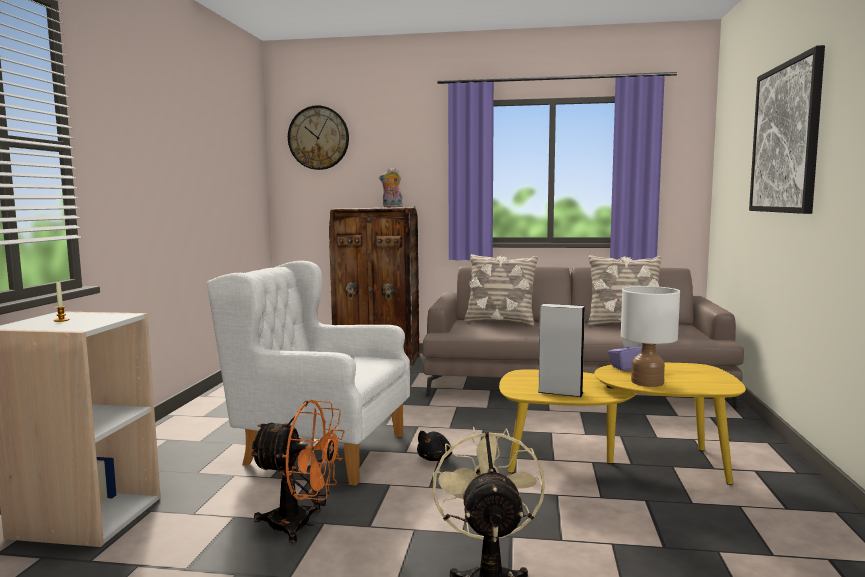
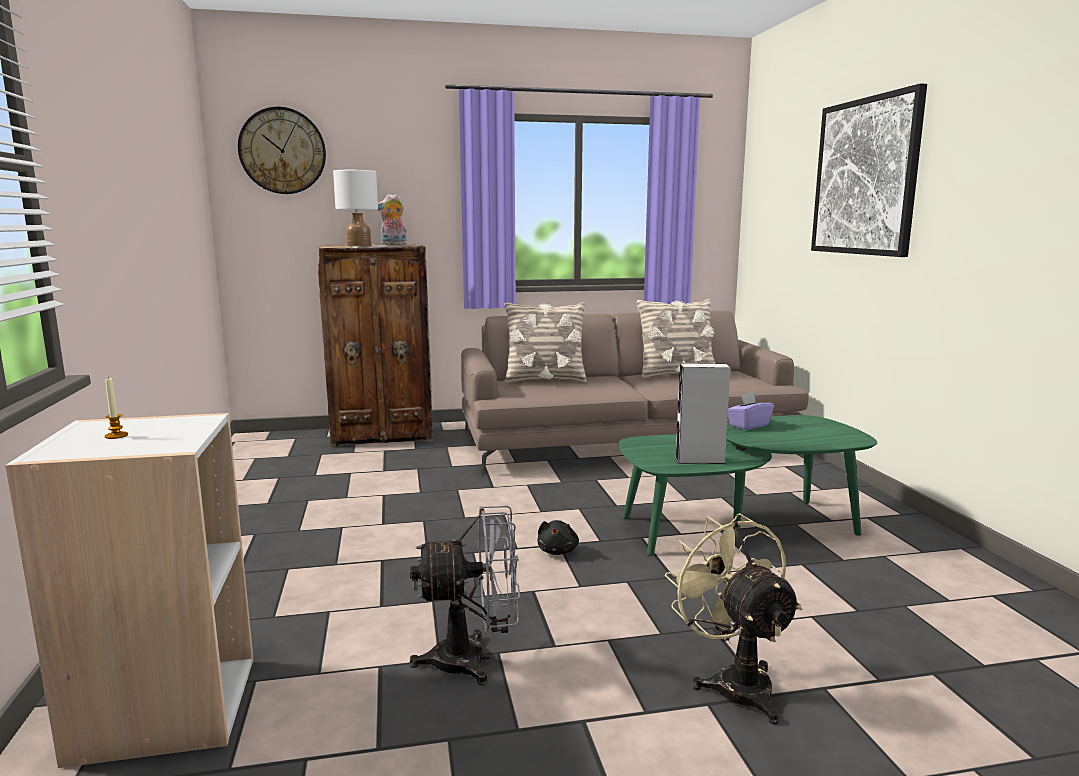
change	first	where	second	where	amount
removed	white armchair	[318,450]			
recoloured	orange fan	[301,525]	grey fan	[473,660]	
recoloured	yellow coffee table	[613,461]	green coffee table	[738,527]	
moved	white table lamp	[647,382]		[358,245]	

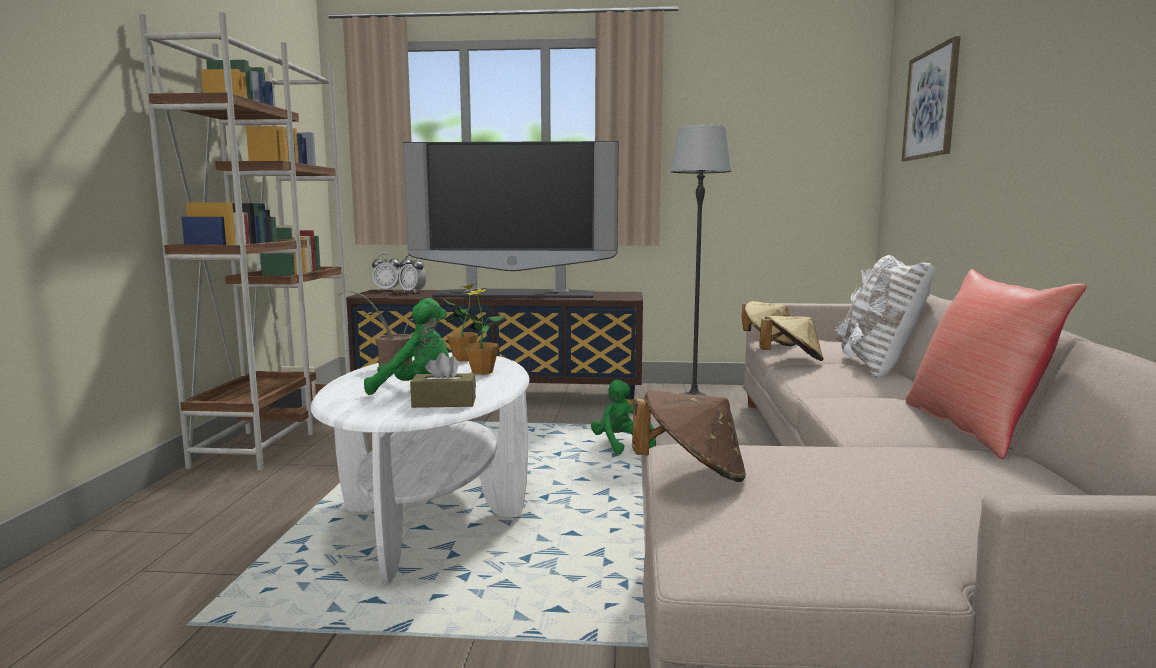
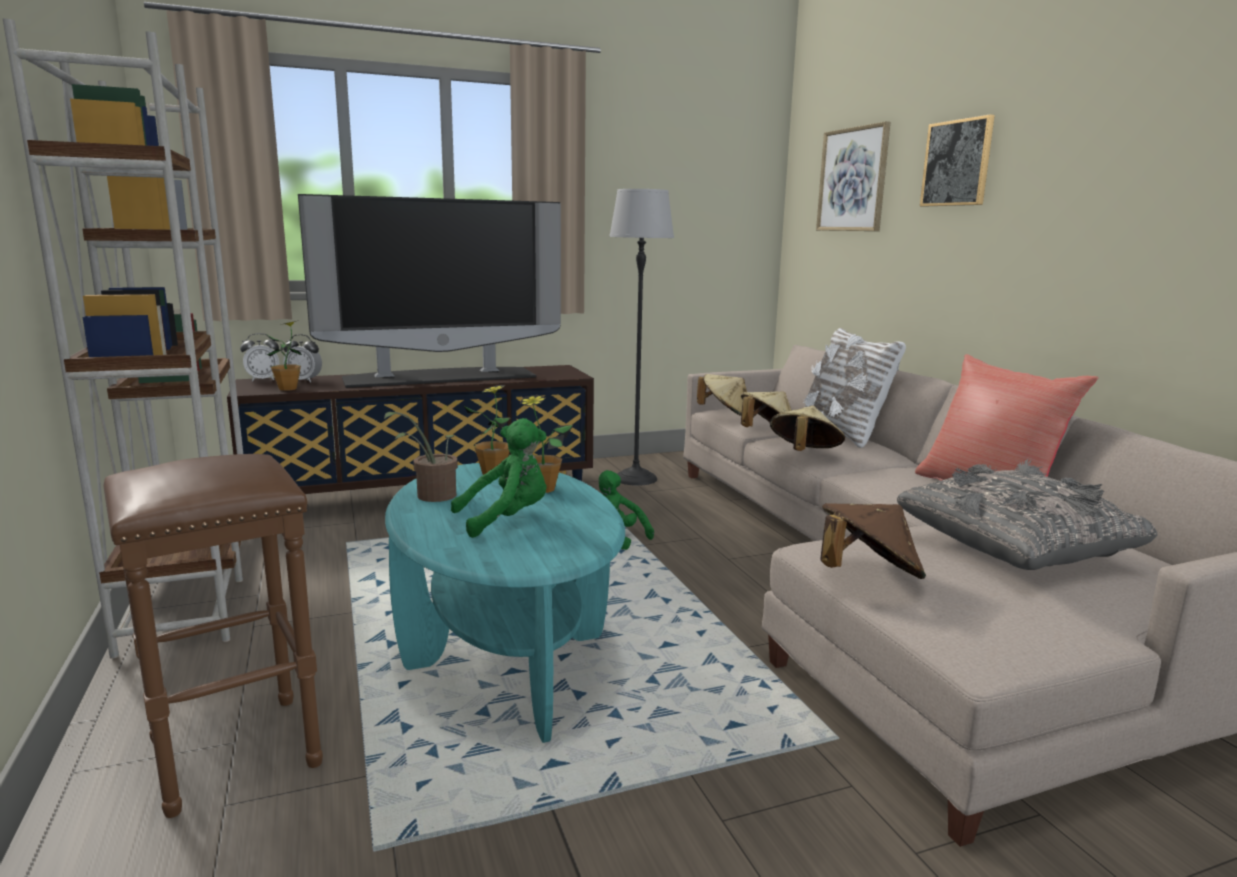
change	first	where	second	where	amount
recoloured	white coffee table	[433,513]	turquoise coffee table	[506,652]	
removed	brown tissue box	[444,402]			
added			brown stool	[231,751]	
added			potted plant	[287,388]	
added			beige hat	[804,454]	
added			grey pillow	[1014,550]	
added			picture	[957,163]	

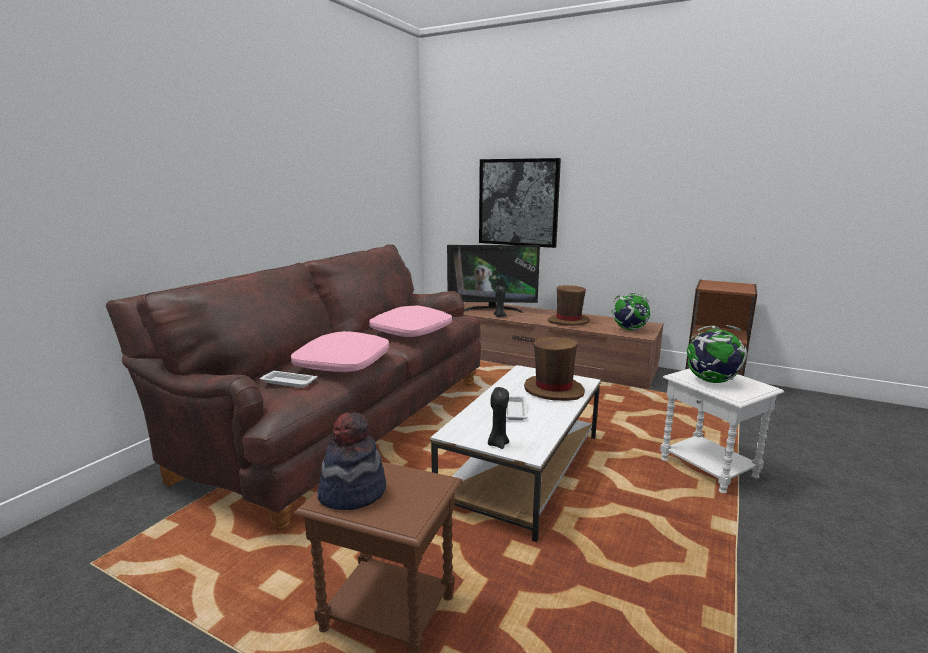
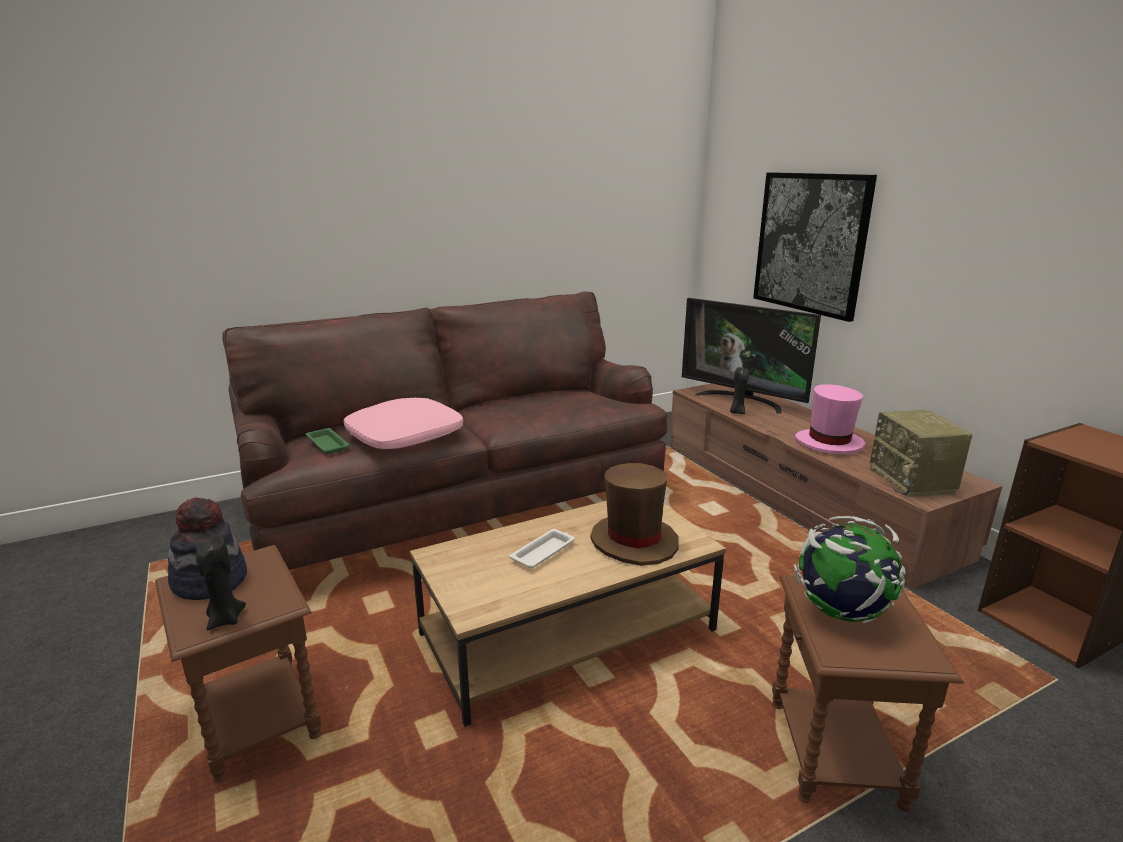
change	first	where	second	where	amount
recoloured	white tray	[288,382]	green tray	[327,444]	
removed	pink pillow	[411,331]			
recoloured	white coffee table	[522,469]	brown coffee table	[567,632]	
moved	black candle	[498,444]		[225,619]	
recoloured	brown hat	[568,321]	pink hat	[828,443]	
replaced	globe	[629,329]	radio	[913,481]	
recoloured	white side table	[709,467]	brown side table	[837,752]	

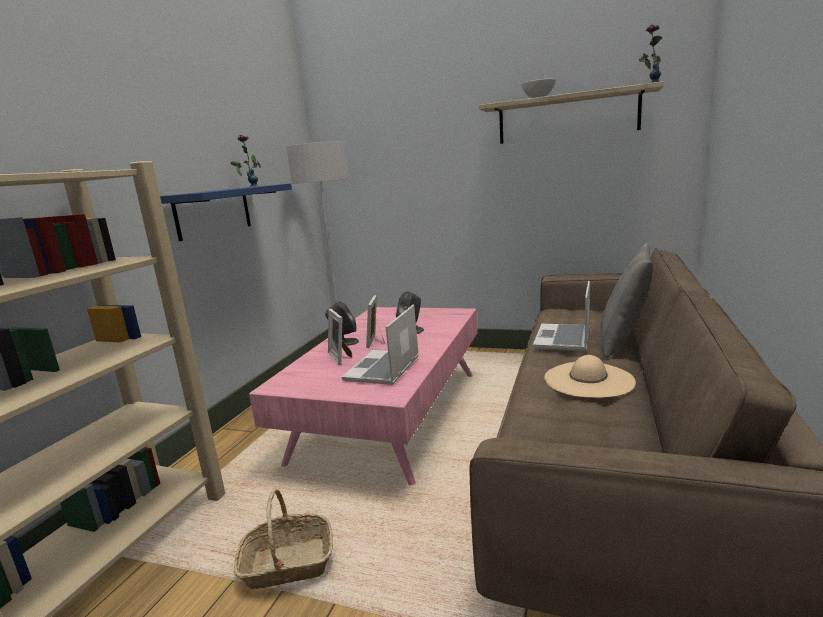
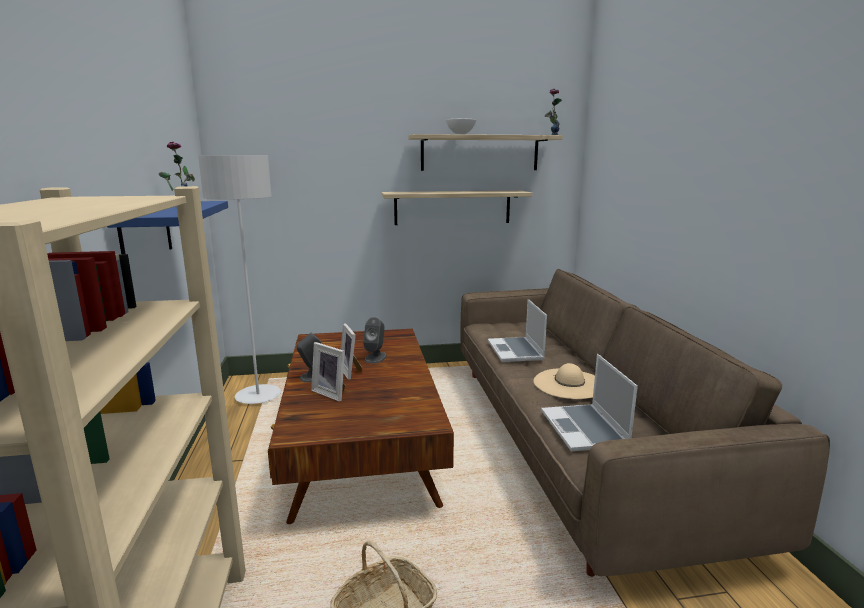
change	first	where	second	where	amount
recoloured	pink coffee table	[389,414]	brown coffee table	[360,445]	
moved	laptop	[383,369]		[585,429]	
removed	grey pillow	[623,341]			
added			shelf	[452,207]	

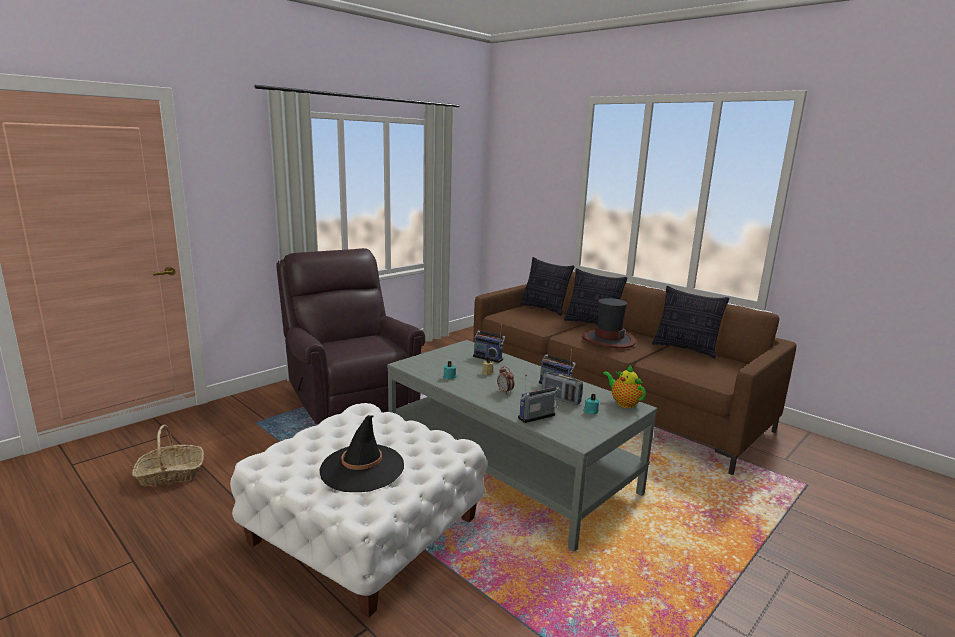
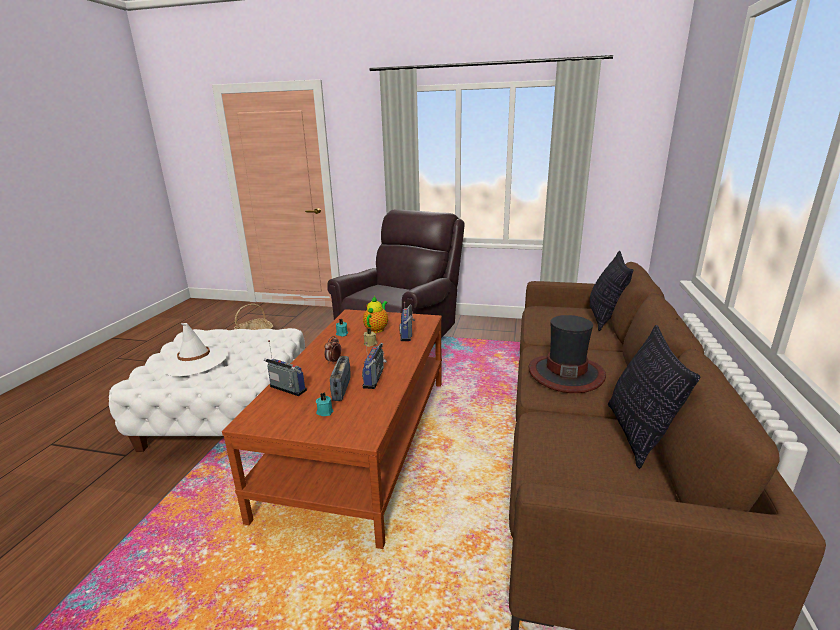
change	first	where	second	where	amount
recoloured	black hat	[362,468]	white hat	[195,361]	
recoloured	grey coffee table	[508,466]	brown coffee table	[362,441]	
removed	pillow	[592,324]			
moved	teapot	[623,403]		[377,329]	

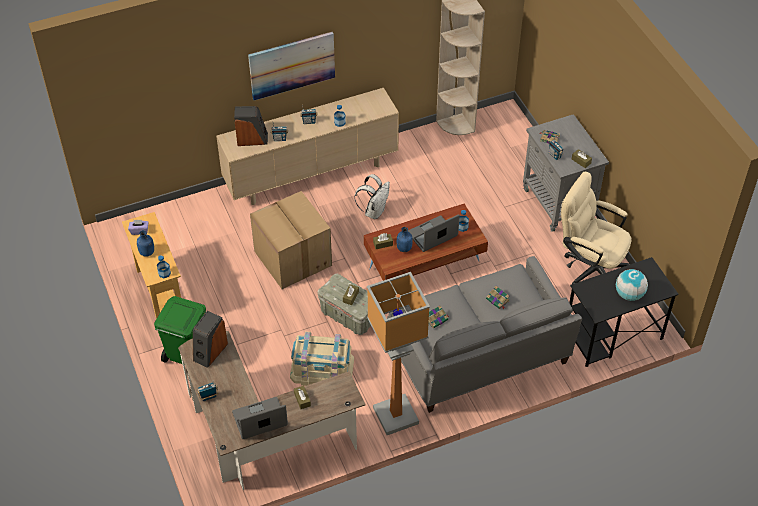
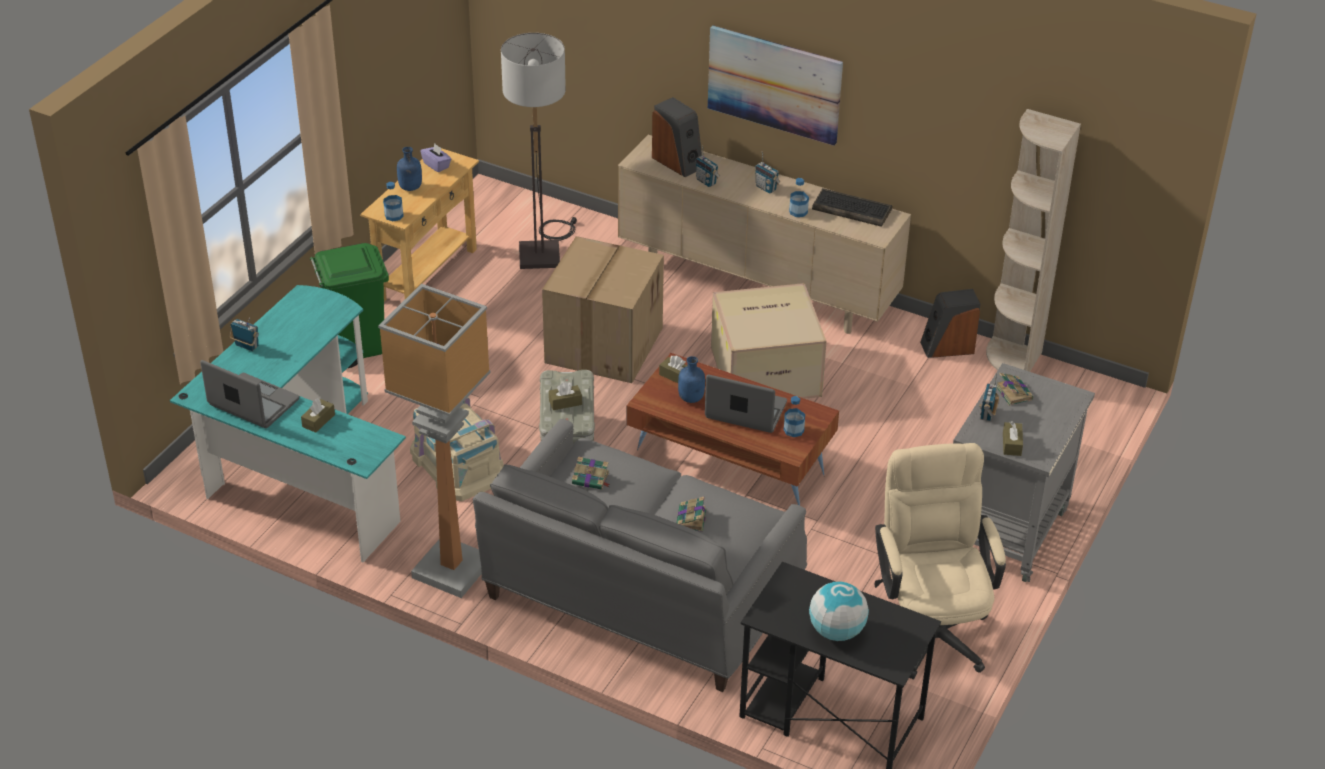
change	first	where	second	where	amount
recoloured	brown desk	[260,436]	turquoise desk	[300,468]	
moved	speaker	[210,351]		[947,347]	
replaced	white backpack	[374,211]	cardboard box	[766,370]	
added			floor lamp	[545,249]	
added			keyboard	[852,209]	

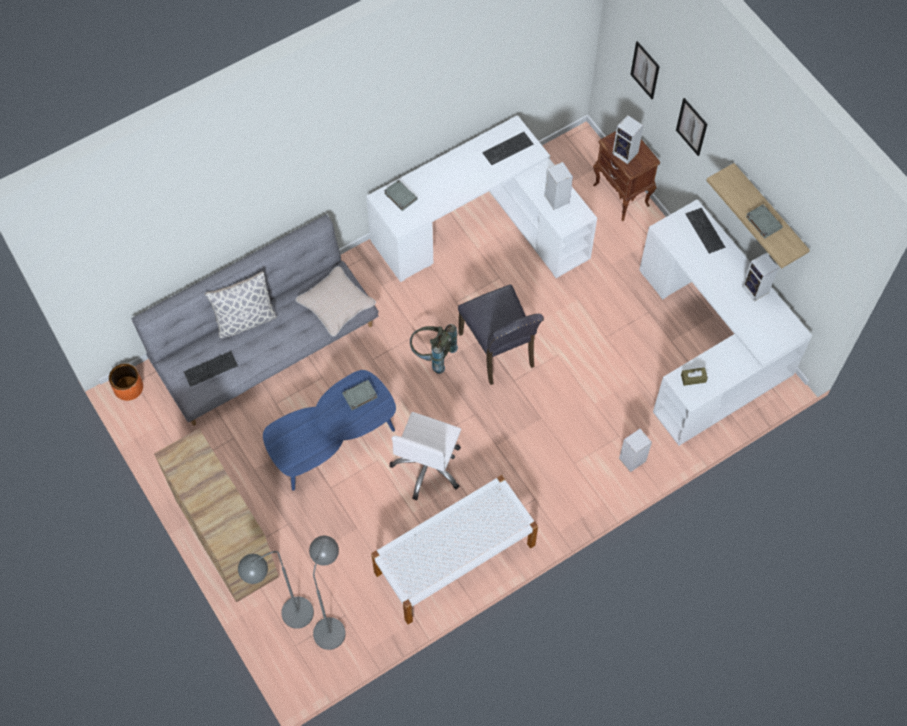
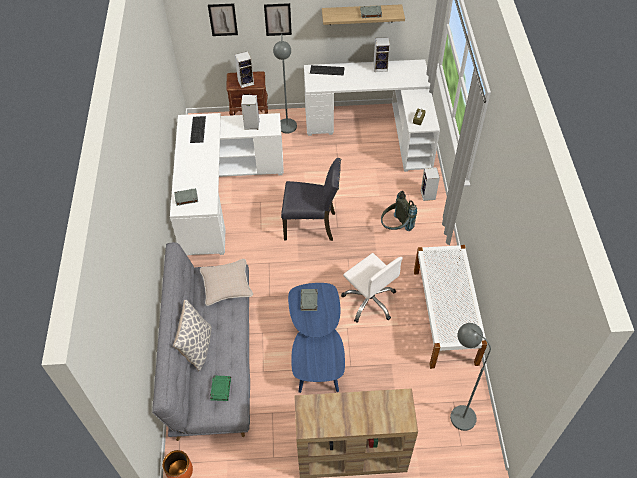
change	first	where	second	where	amount
replaced	keyboard	[210,368]	green book	[220,388]	
moved	grey floor lamp	[288,618]		[287,131]	
moved	grey backpack	[432,355]		[395,227]	

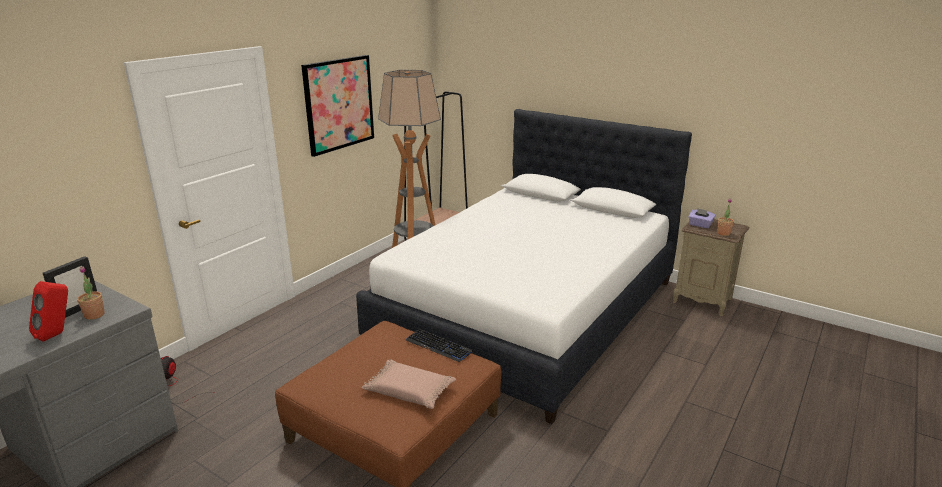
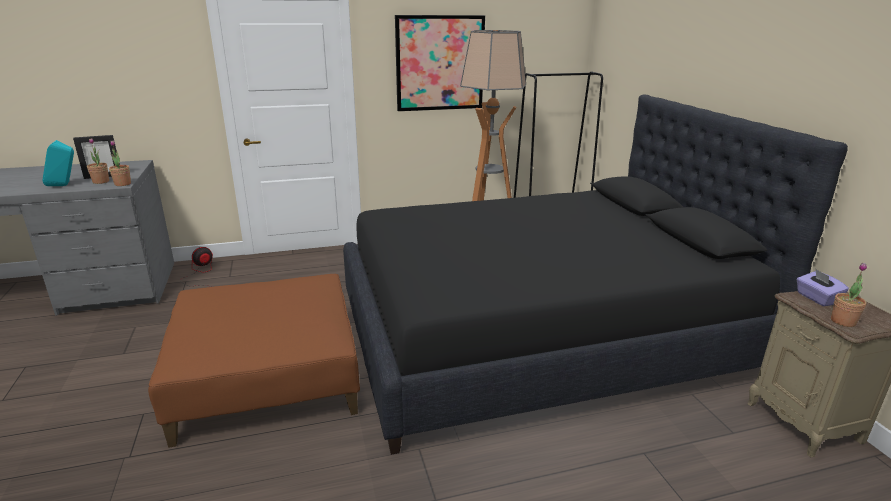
change	first	where	second	where	amount
recoloured	red speaker	[57,334]	turquoise speaker	[64,185]	
recoloured	white bed	[530,311]	black bed	[539,334]	
removed	beige pillow	[409,389]			
removed	keyboard	[439,346]			
added			potted plant	[123,184]	

